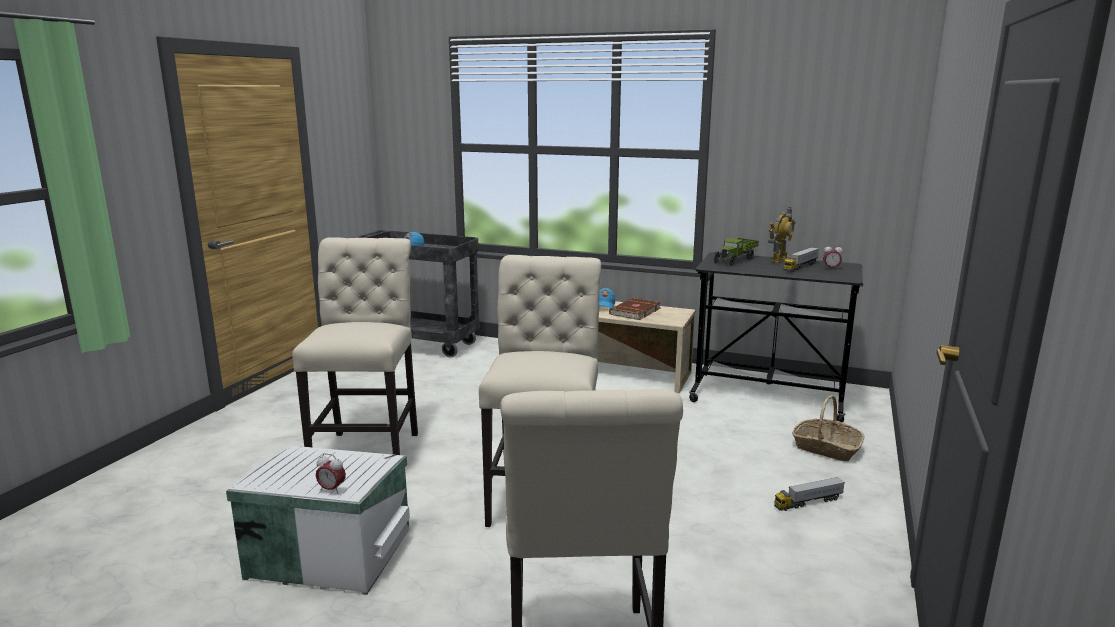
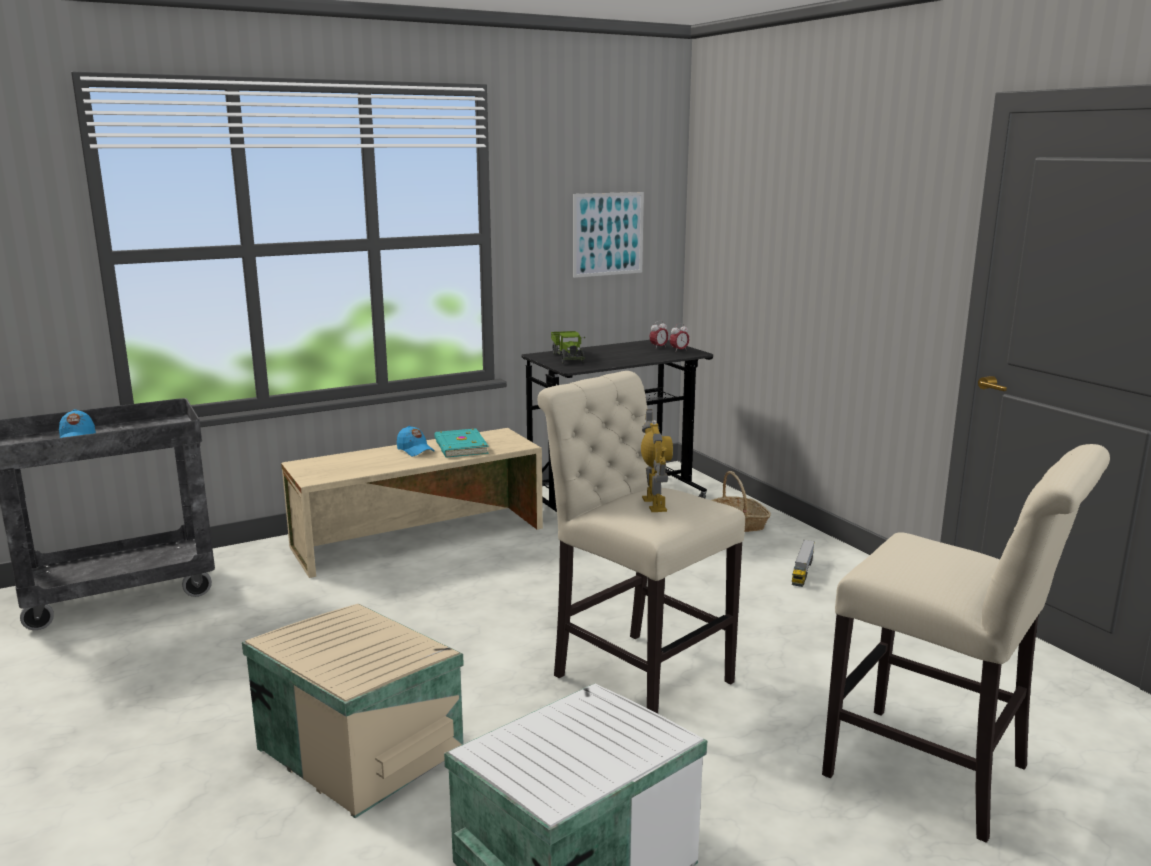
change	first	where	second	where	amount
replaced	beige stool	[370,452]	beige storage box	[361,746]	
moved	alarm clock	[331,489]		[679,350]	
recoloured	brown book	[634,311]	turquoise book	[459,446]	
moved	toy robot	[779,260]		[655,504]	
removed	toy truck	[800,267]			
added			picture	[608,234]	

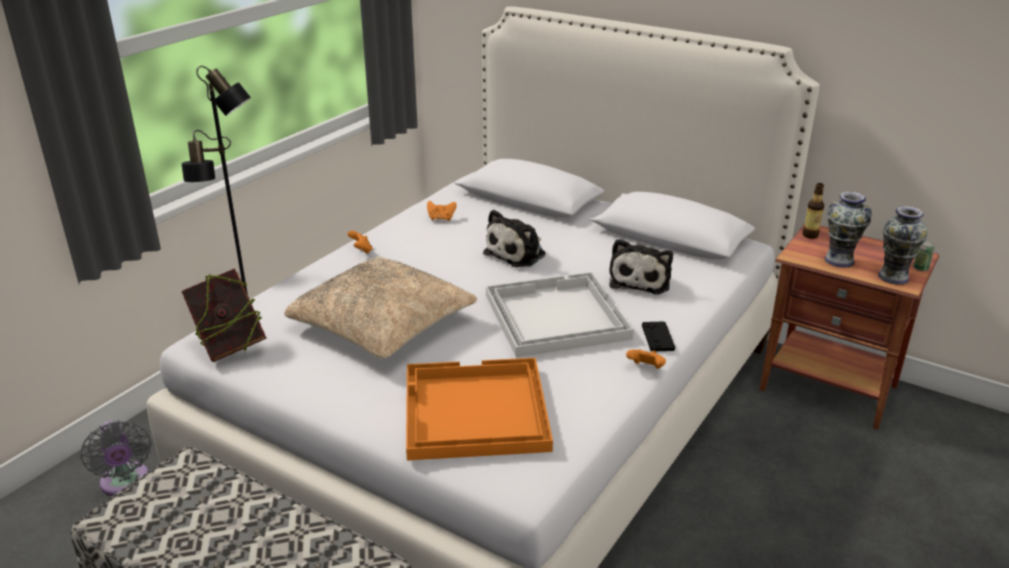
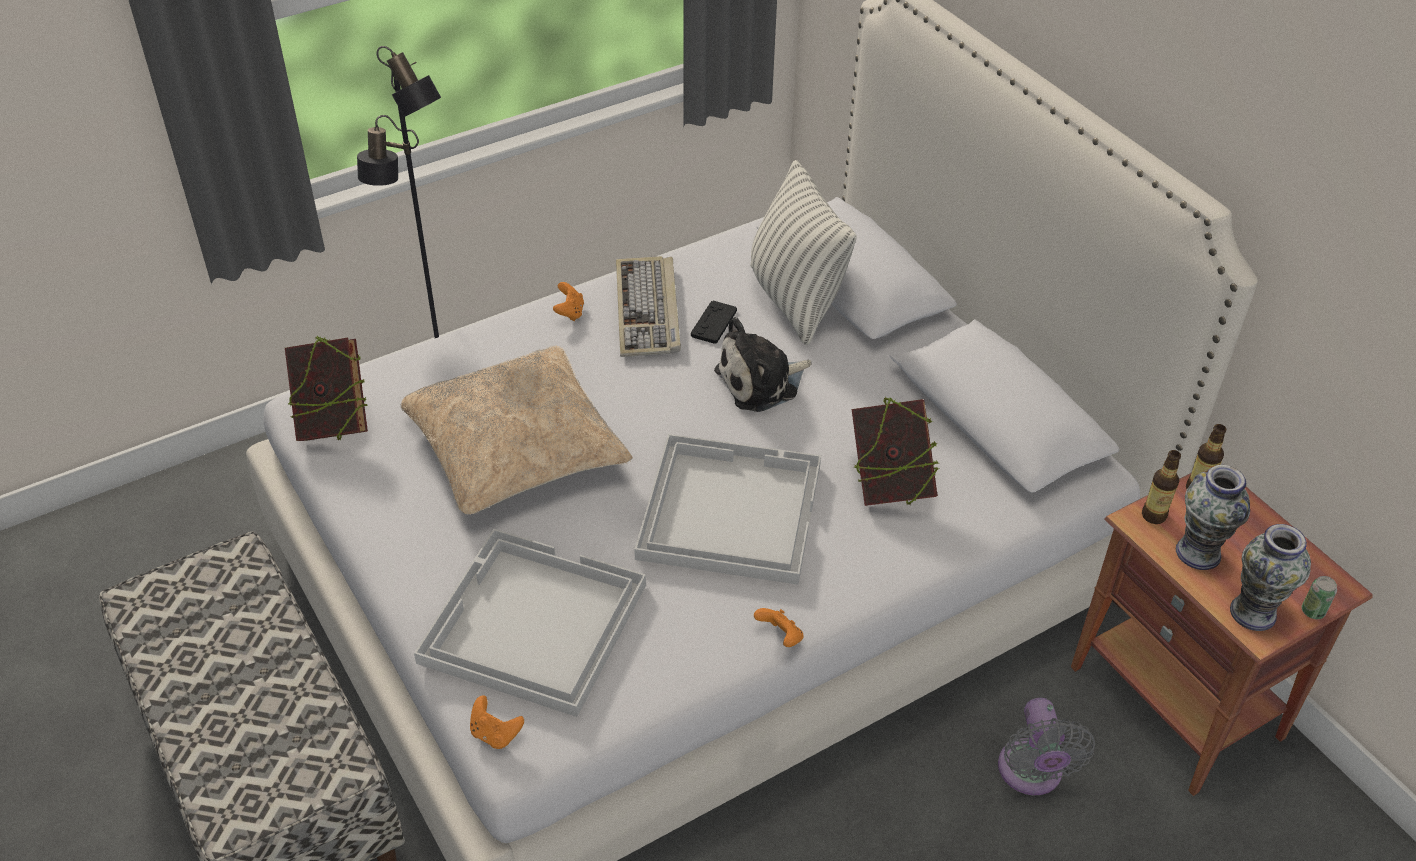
change	first	where	second	where	amount
moved	grey fan	[125,483]		[1031,774]	
recoloured	orange tray	[474,412]	white tray	[531,624]	
moved	orange game controller	[441,218]		[495,734]	
replaced	plush toy	[640,280]	book	[889,485]	
moved	black game controller	[657,337]		[714,323]	
added			keyboard	[648,310]	
added			pillow	[795,300]	
added			bottle	[1154,515]	

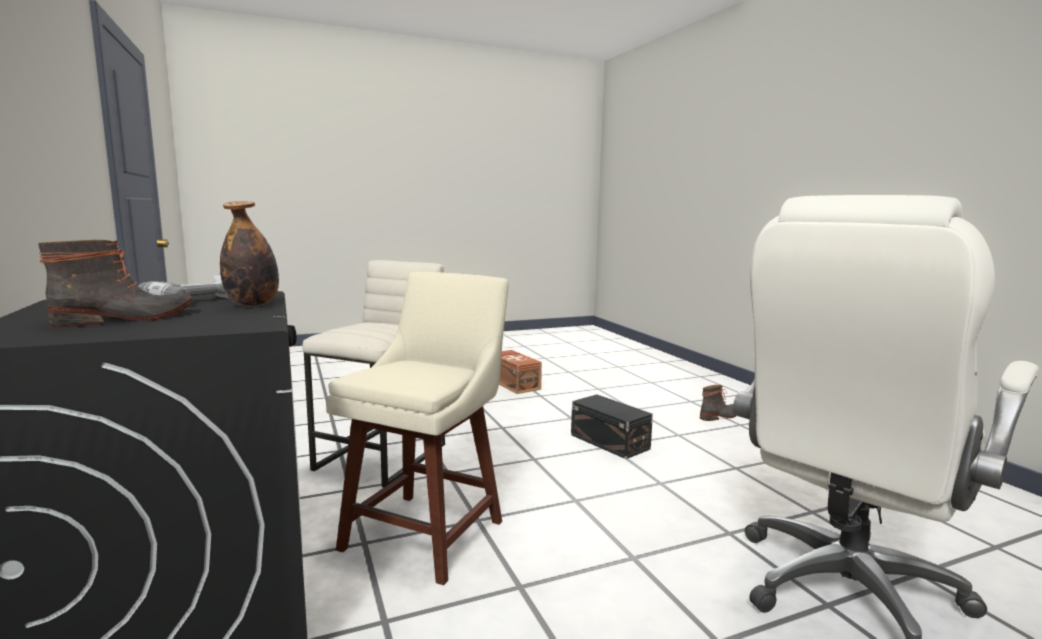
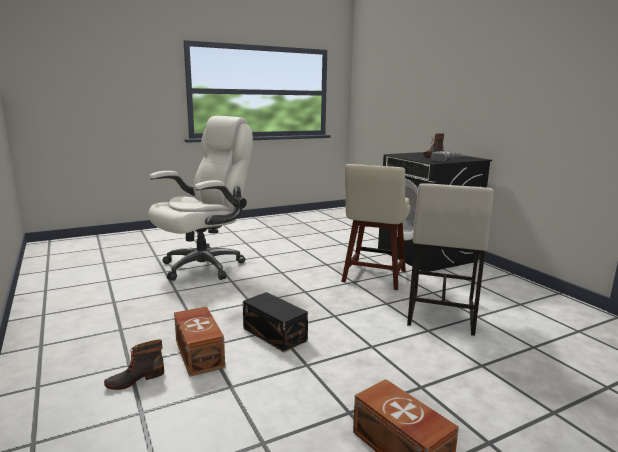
change	first	where	second	where	amount
removed	bottle	[253,305]			
added			brown storage box	[200,353]	

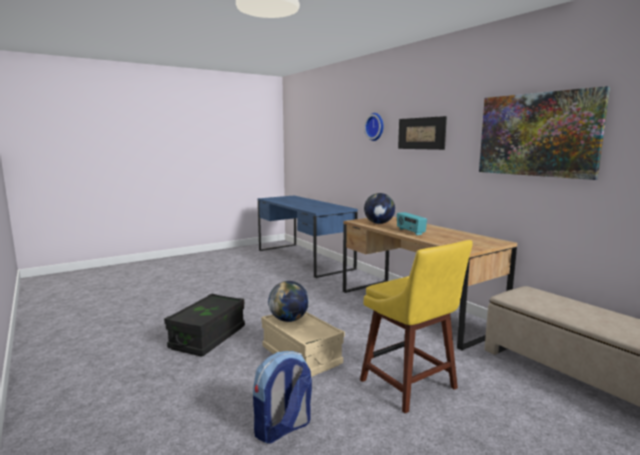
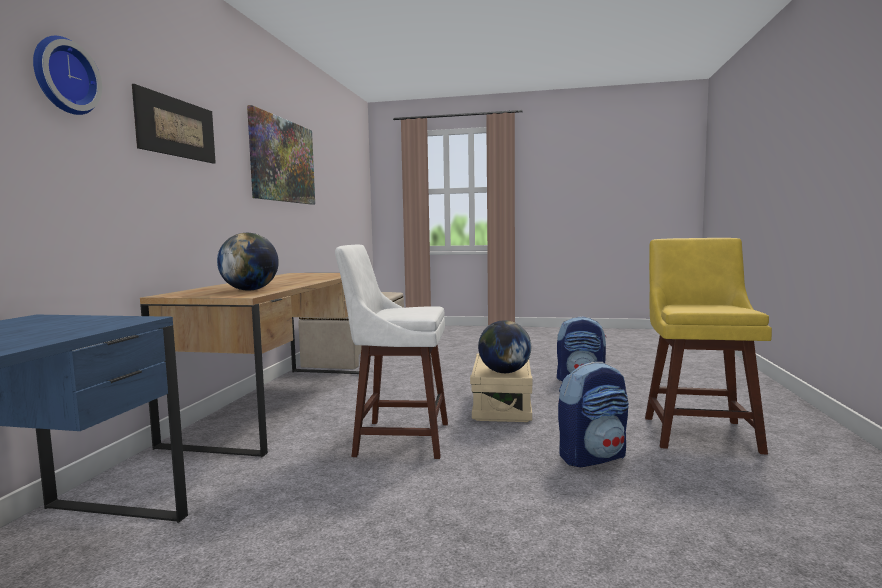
change	first	where	second	where	amount
replaced	black storage box	[208,337]	backpack	[593,457]	
moved	yellow chair	[411,386]		[699,432]	
removed	radio	[410,232]			
added			white chair	[397,438]	

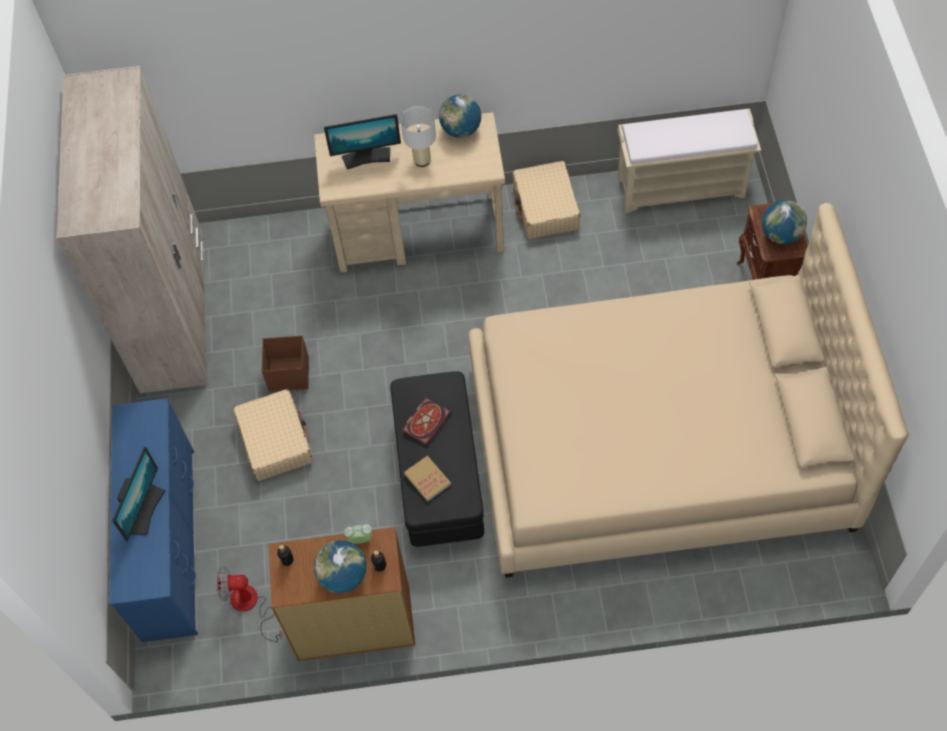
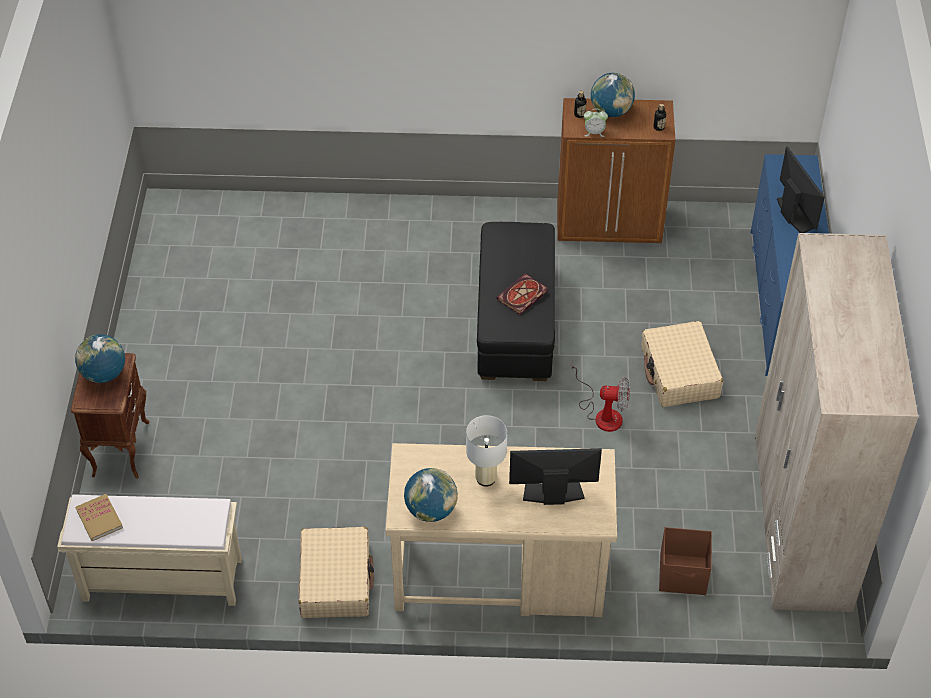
change	first	where	second	where	amount
turned	monitor	[144,510]		[794,215]	135 degrees clockwise
moved	fan	[250,606]		[602,413]	
moved	brown storage box	[288,374]		[683,575]	
moved	book	[427,479]		[99,519]	
removed	beige bed	[658,445]			

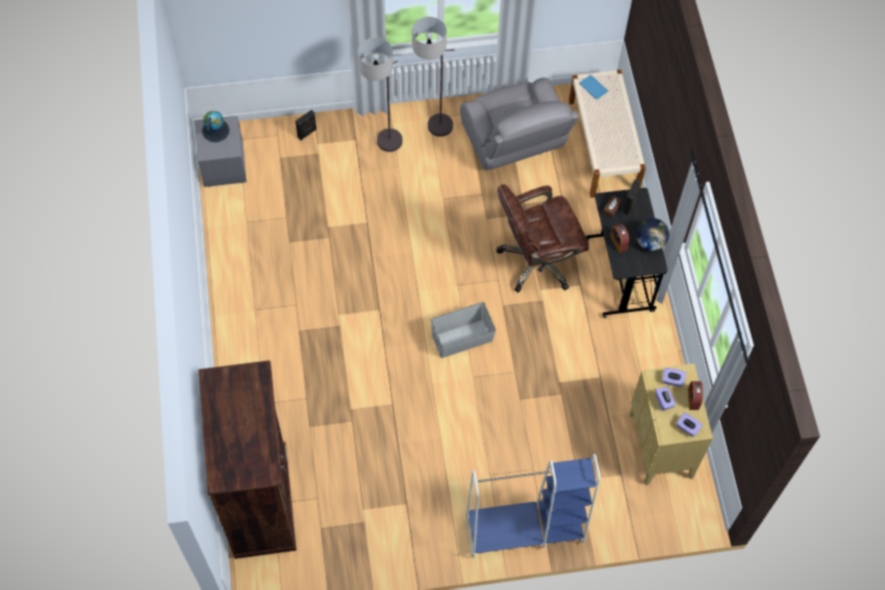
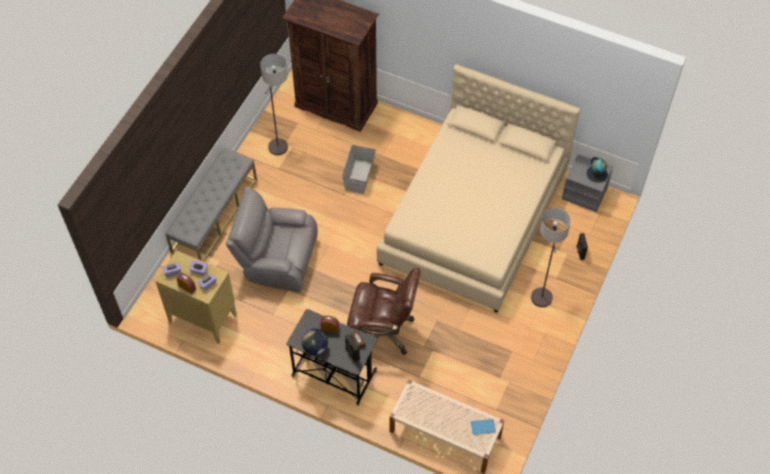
change	first	where	second	where	amount
moved	grey floor lamp	[432,126]		[281,143]	
moved	grey storage box	[462,338]		[359,176]	
moved	grey armchair	[514,145]		[277,260]	
replaced	blue clothes rack	[524,531]	grey bench	[214,215]	
turned	brown office chair	[538,260]		[382,331]	90 degrees clockwise
added			beige bed	[474,218]	

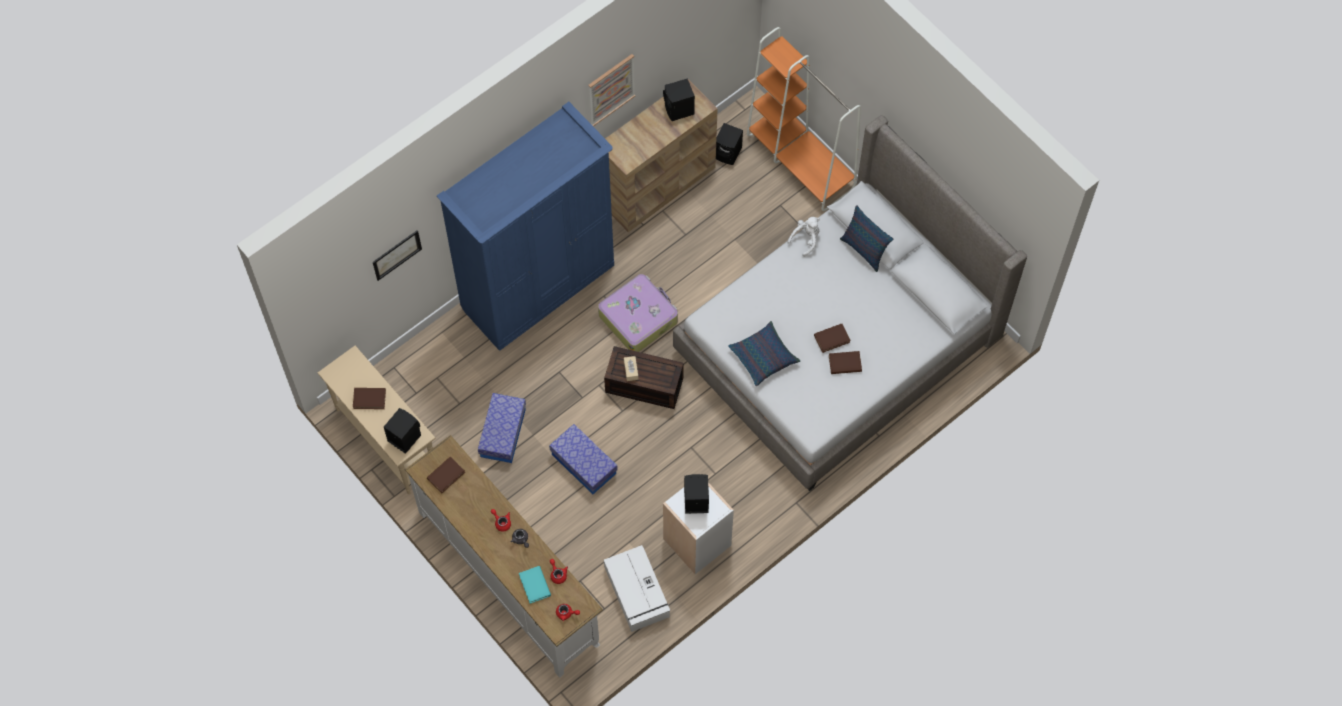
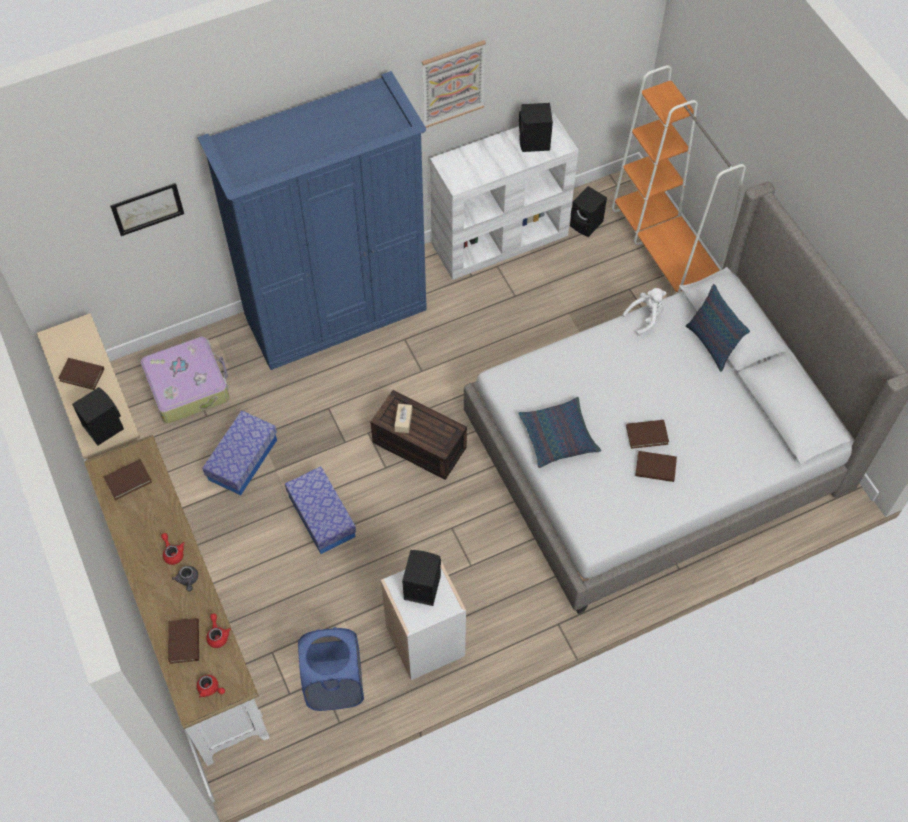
change	first	where	second	where	amount
recoloured	turquoise book	[535,585]	brown book	[184,642]	
moved	suitcase	[638,317]		[188,385]	
replaced	white storage box	[637,593]	blue laundry basket	[334,685]	
recoloured	brown bookcase	[657,184]	white bookcase	[499,239]	

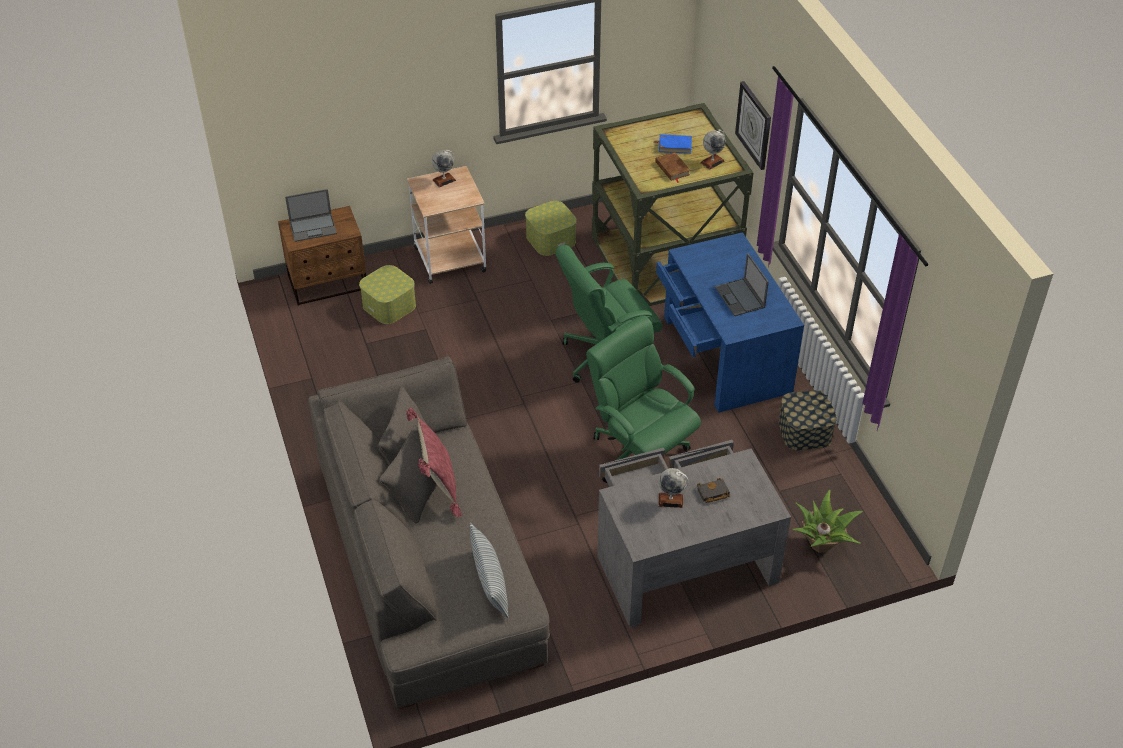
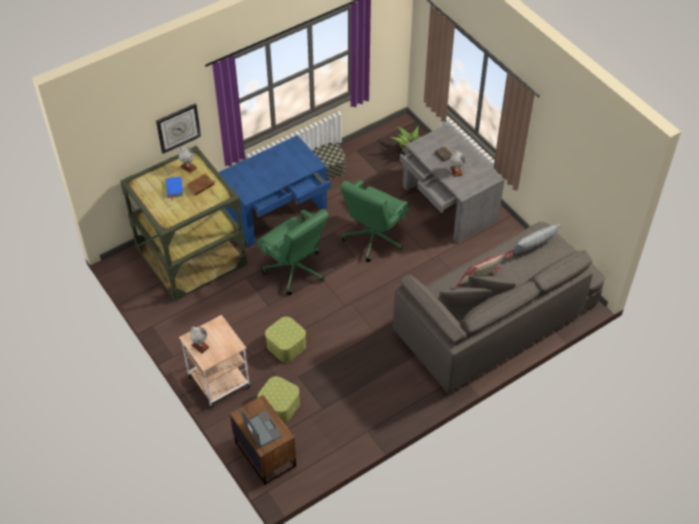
change	first	where	second	where	amount
moved	storage box	[551,239]		[286,345]	
removed	laptop	[740,297]			

